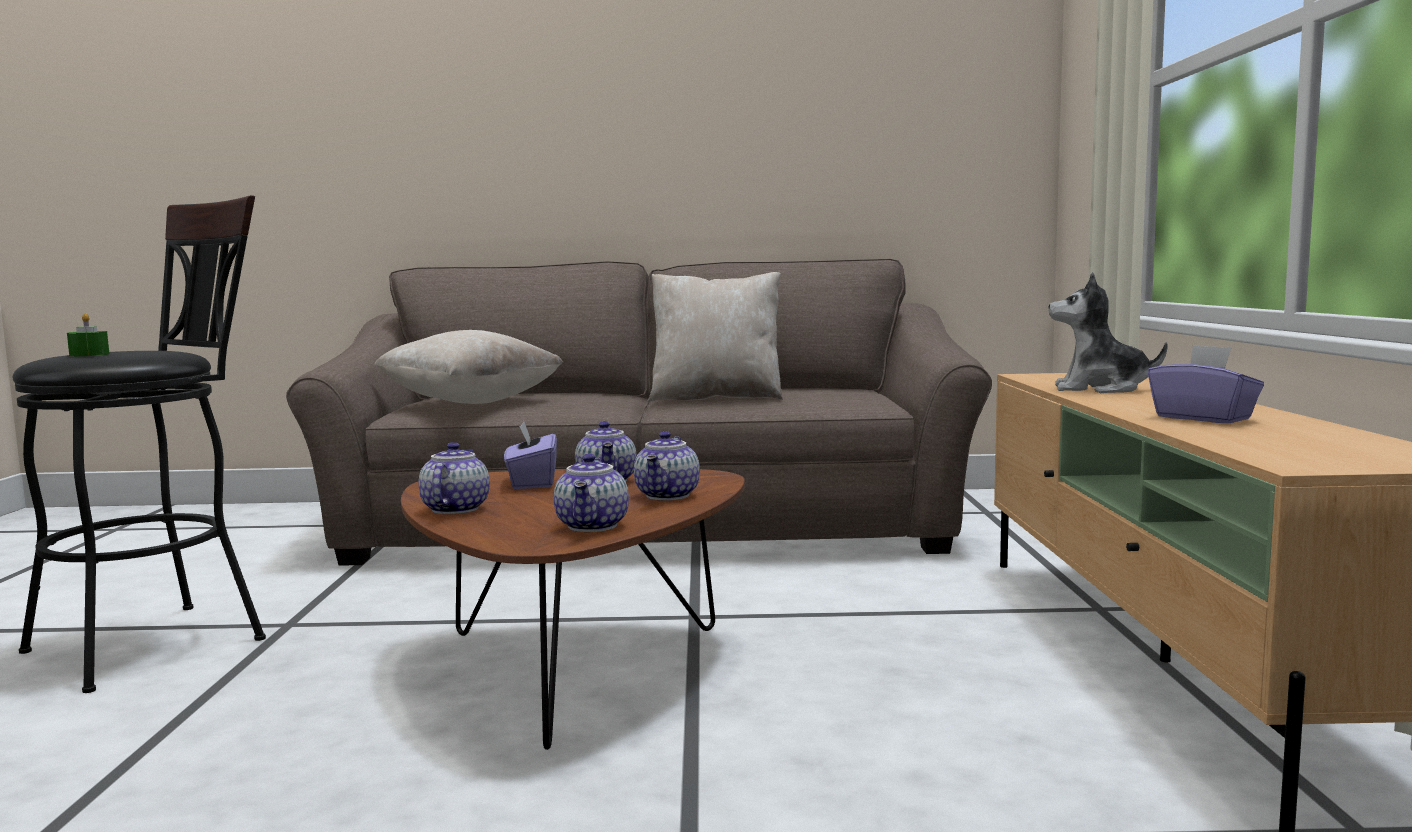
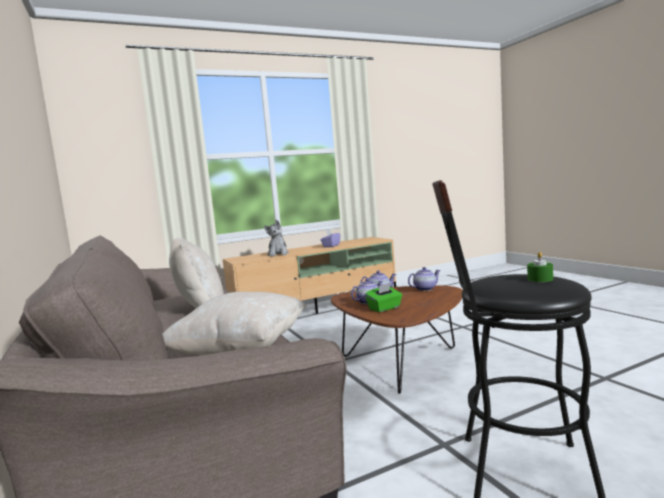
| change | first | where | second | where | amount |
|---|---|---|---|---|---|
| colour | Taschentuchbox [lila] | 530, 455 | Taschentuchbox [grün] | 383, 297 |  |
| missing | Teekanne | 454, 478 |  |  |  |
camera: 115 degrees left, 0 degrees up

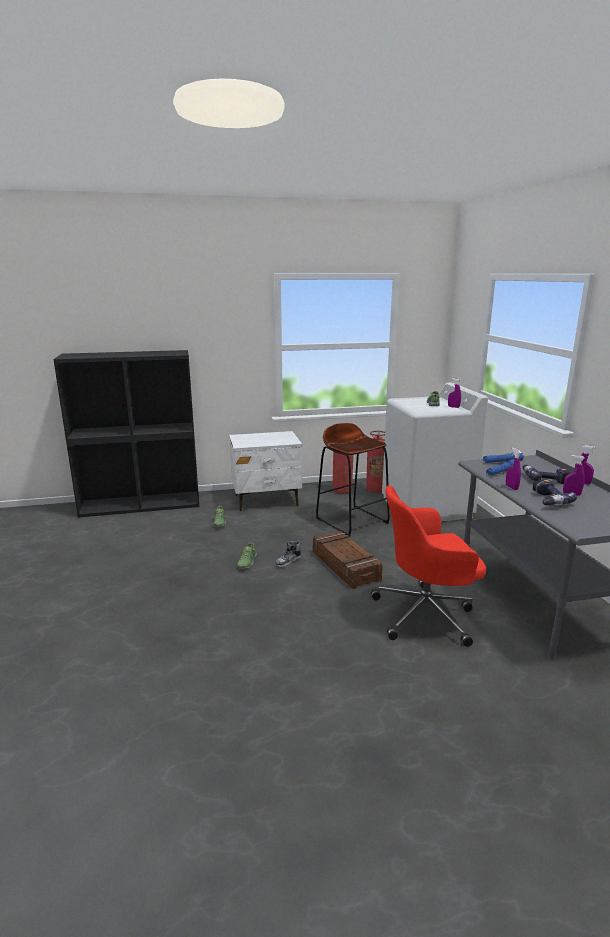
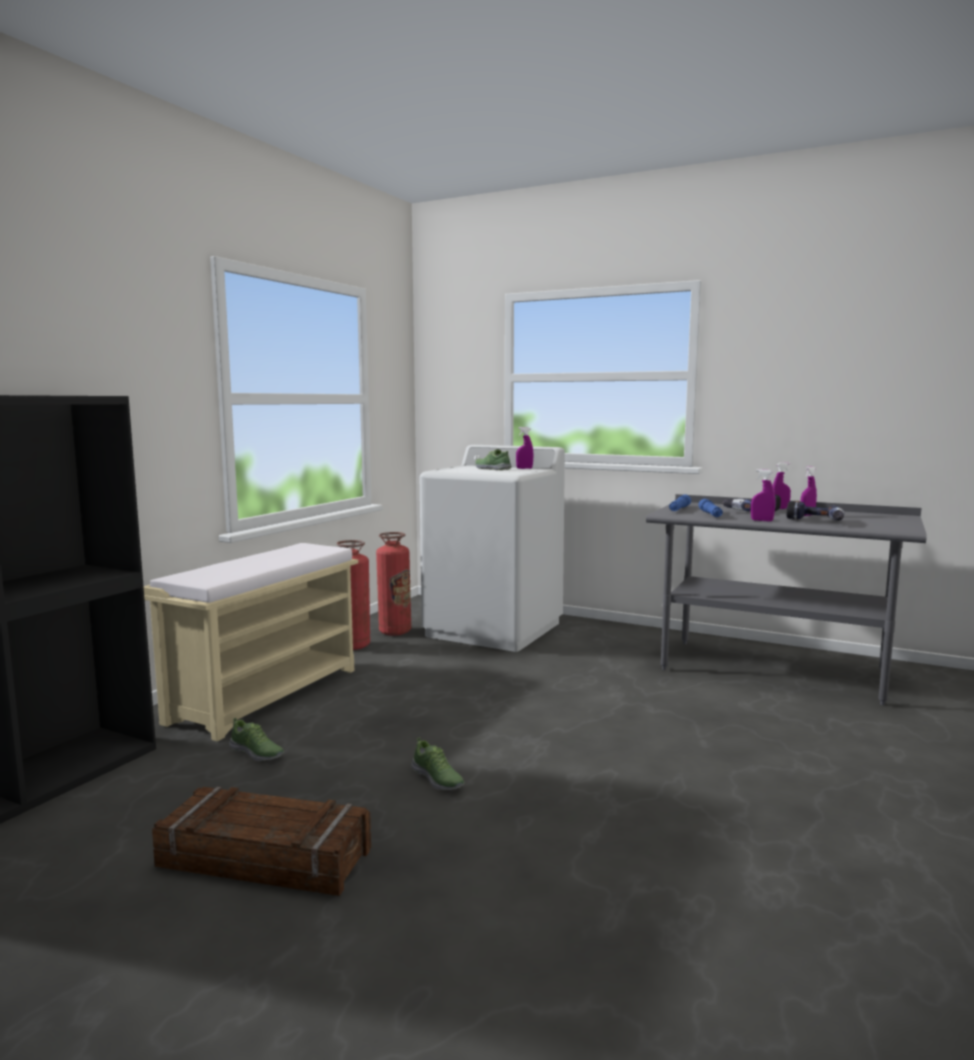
| change | first | where | second | where | amount |
|---|---|---|---|---|---|
| missing | Hocker [braun] | 353, 480 |  |  |  |
| exchanged | Nachttisch [weiß] | 265, 471 | Bank [beige] | 251, 642 |  |
| missing | Bürostuhl [rot] | 428, 566 |  |  |  |
| relocated | Kiste | 348, 560 |  | 261, 841 |  |
| missing | Schuh | 288, 554 |  |  |  |
camera: 50 degrees left, 10 degrees down

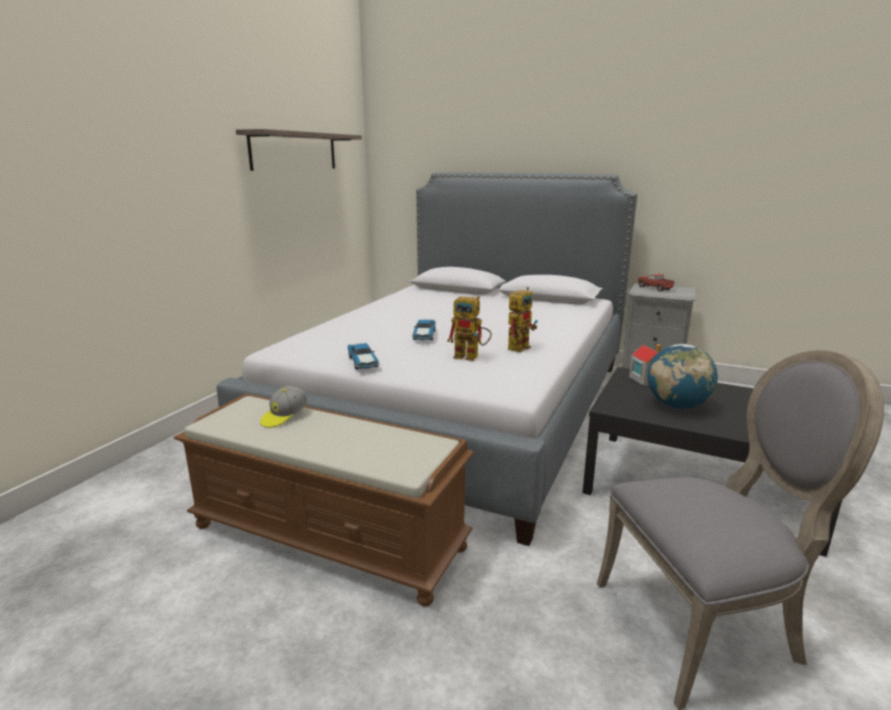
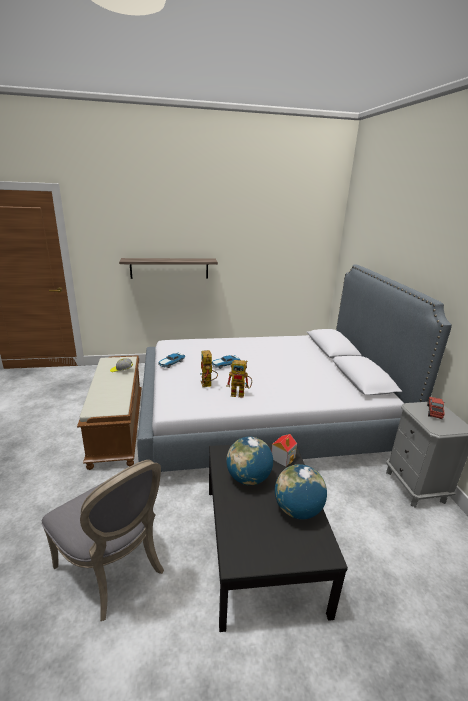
| change | first | where | second | where | amount |
|---|---|---|---|---|---|
| relocated | Wandregal | 299, 150 |  | 168, 268 |  |
| appeared |  |  | Globus | 301, 492 |  |
camera: 55 degrees right, 5 degrees up

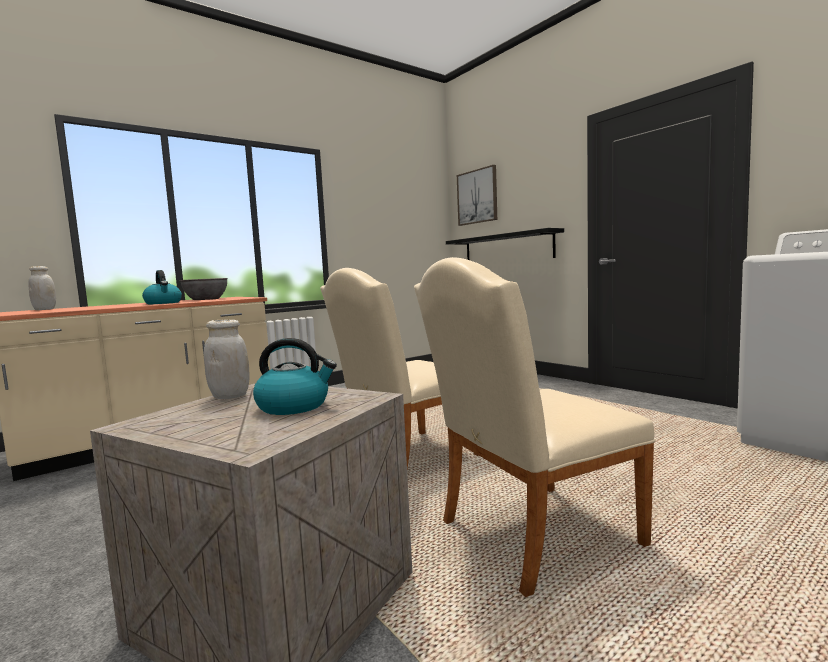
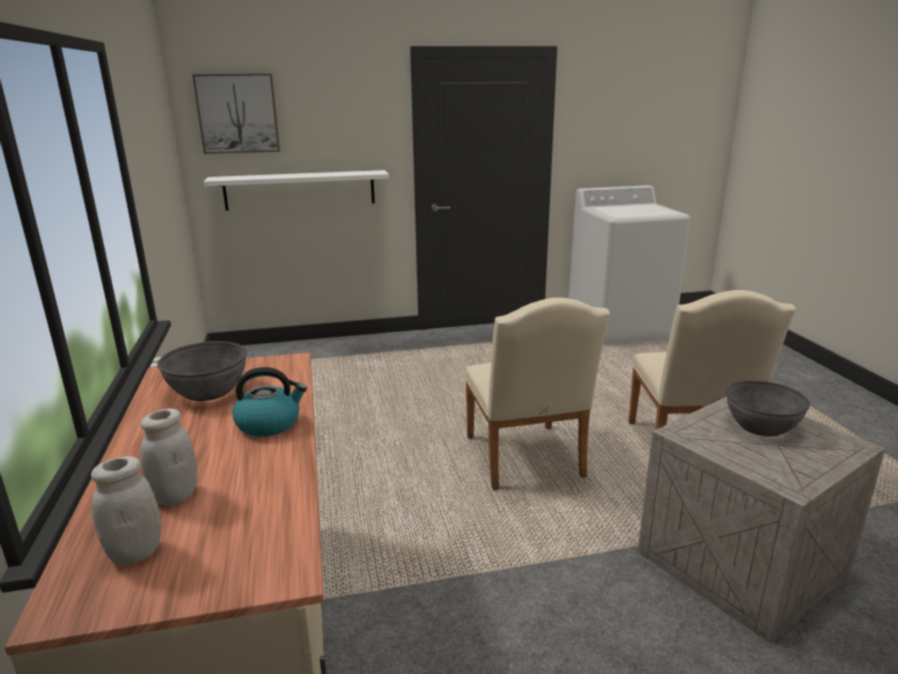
| change | first | where | second | where | amount |
|---|---|---|---|---|---|
| colour | Wandregal [schwarz] | 505, 244 | Wandregal [weiß] | 296, 190 |  |
| relocated | Vorratsglas [weiß] | 226, 359 |  | 169, 457 |  |
| exchanged | Wasserkessel | 295, 376 | Schüssel [grau] | 768, 408 |  |
camera: 65 degrees left, 15 degrees up

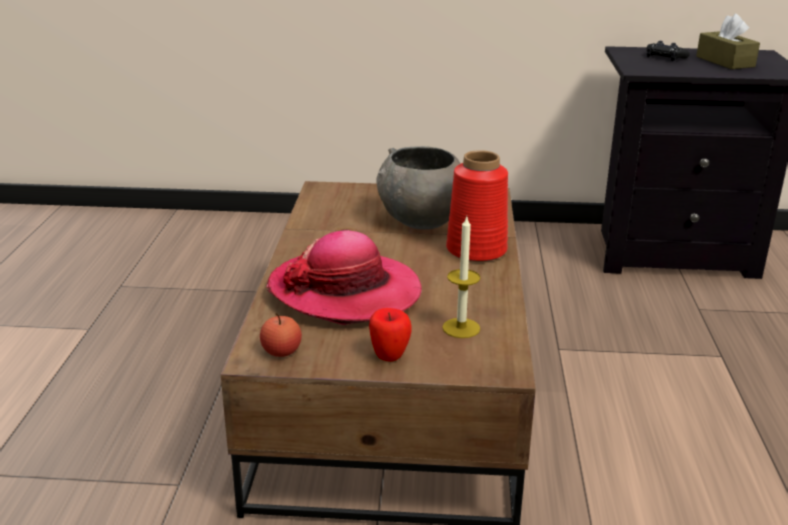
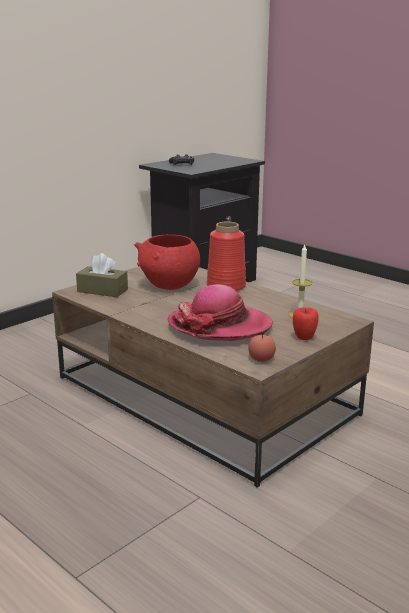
| change | first | where | second | where | amount |
|---|---|---|---|---|---|
| relocated | Taschentuchbox [braun] | 728, 41 |  | 102, 275 |  |
| colour | Schüssel [grau] | 418, 188 | Schüssel [rot] | 167, 262 |  |
camera: 50 degrees left, 5 degrees down

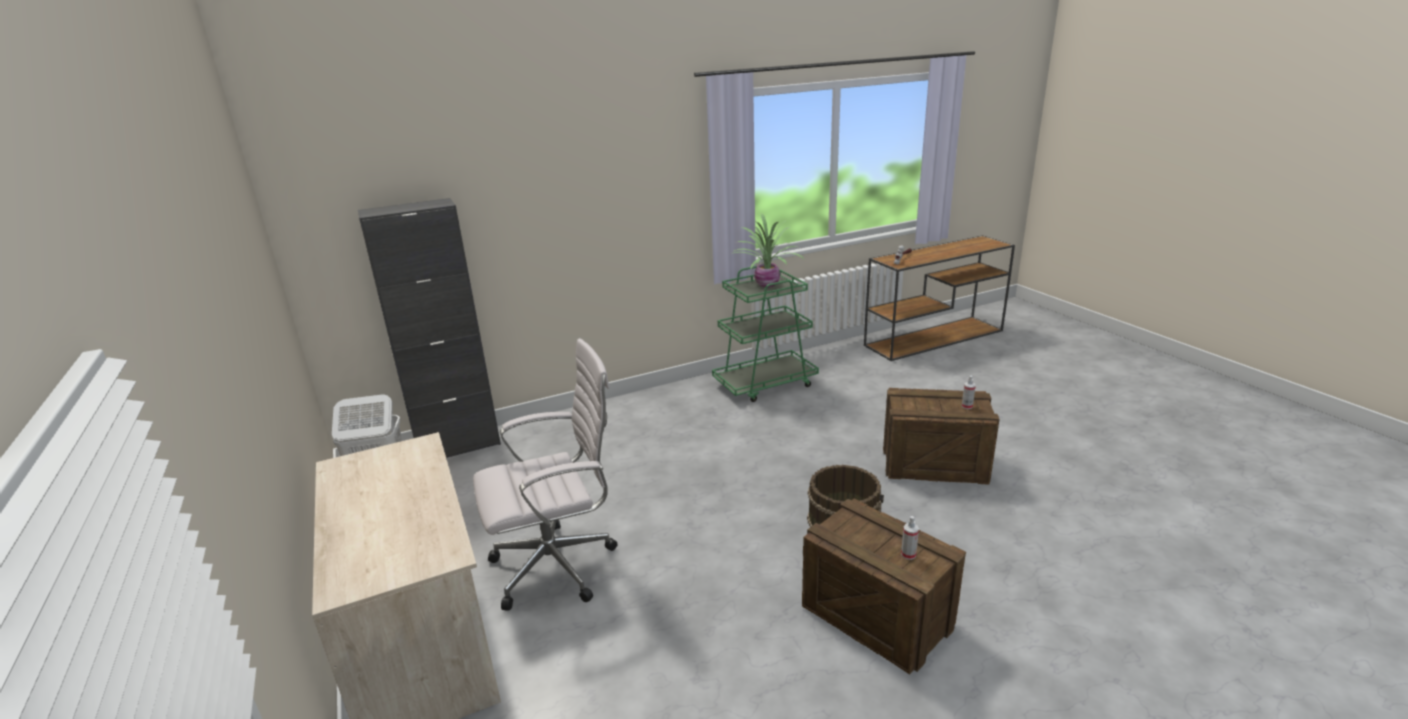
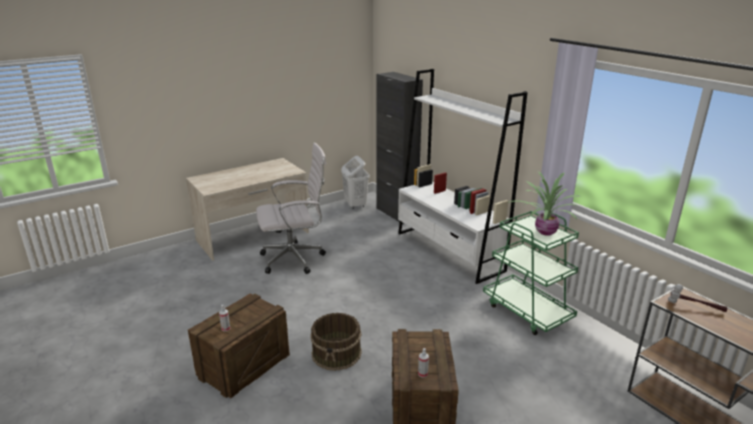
| change | first | where | second | where | amount |
|---|---|---|---|---|---|
| spun | Bürostuhl [weiß] | 545, 474 |  | 291, 208 | 75 degrees counterclockwise |
| appeared |  |  | Bücherregal [weiß] | 463, 176 |  |
camera: 80 degrees right, 0 degrees up

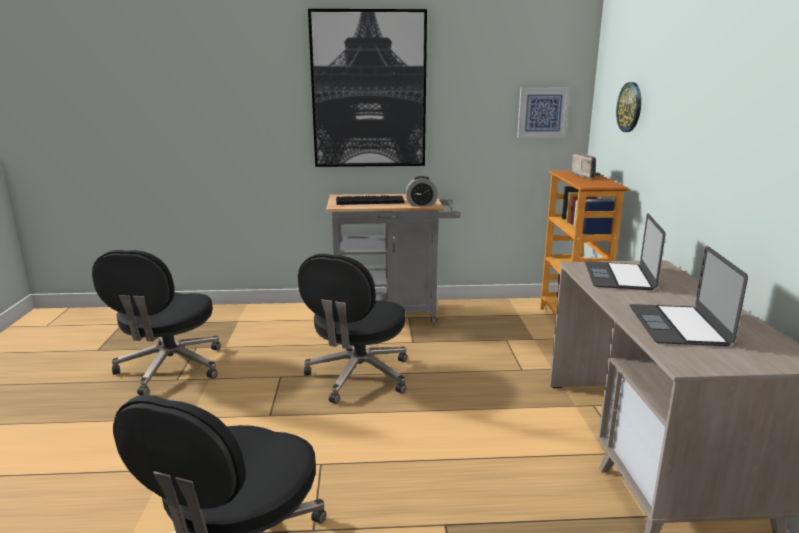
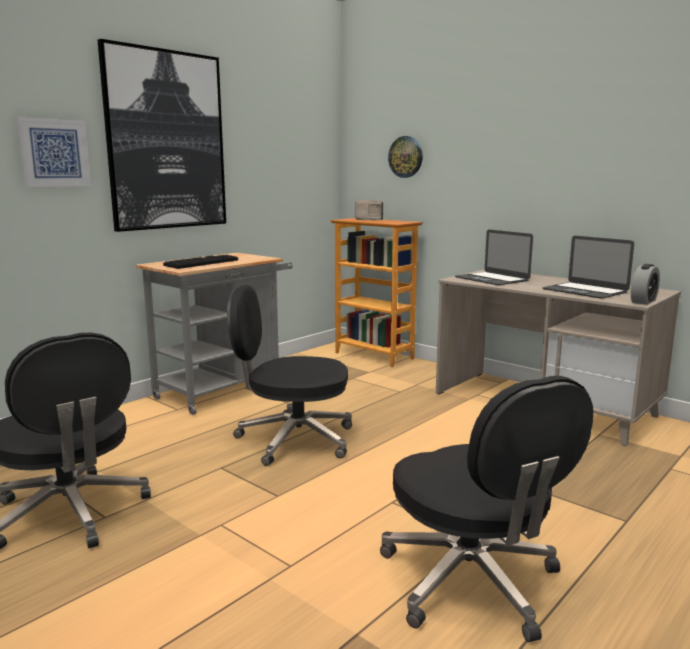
| change | first | where | second | where | amount |
|---|---|---|---|---|---|
| relocated | Bild | 543, 112 |  | 53, 152 |  |
| relocated | Wecker | 422, 191 |  | 645, 284 |  |
| spun | Bürostuhl [schwarz] | 352, 329 |  | 289, 375 | 120 degrees clockwise |
camera: 45 degrees left, 5 degrees down

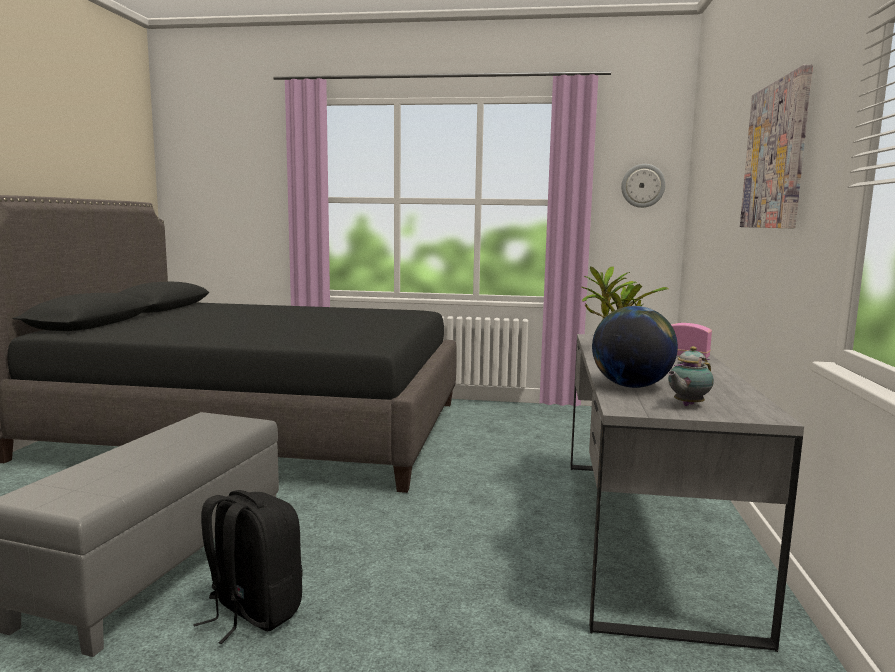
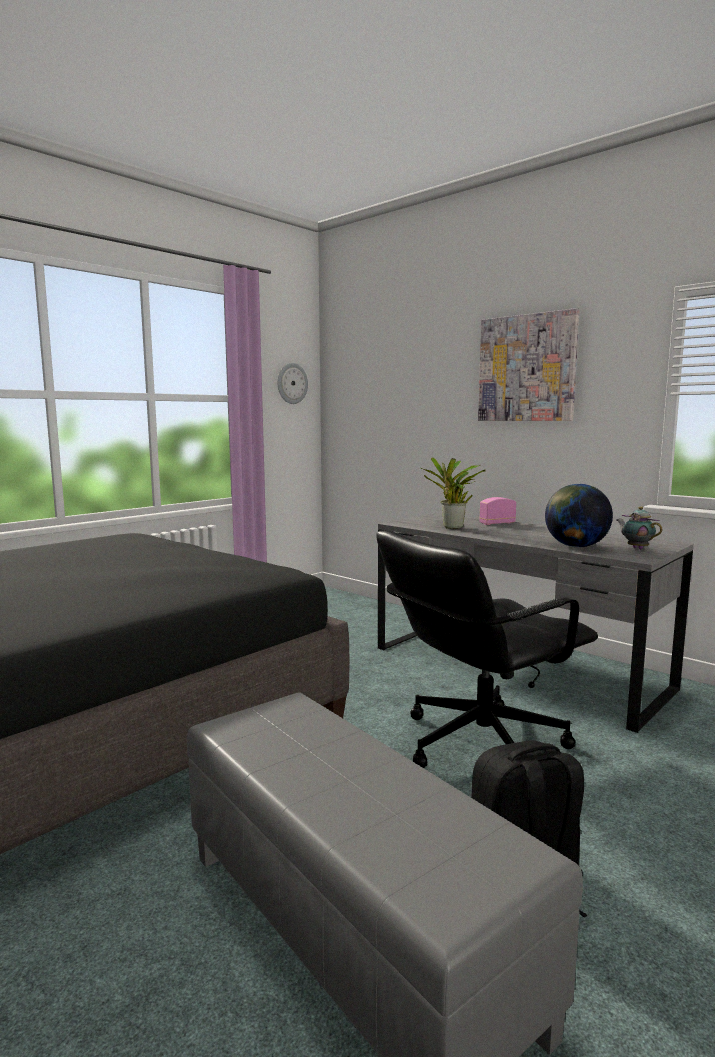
| change | first | where | second | where | amount |
|---|---|---|---|---|---|
| spun | Teekanne | 691, 376 |  | 639, 527 | 150 degrees clockwise |
| appeared |  |  | Bürostuhl [schwarz] | 487, 649 |  |
camera: 55 degrees left, 0 degrees up

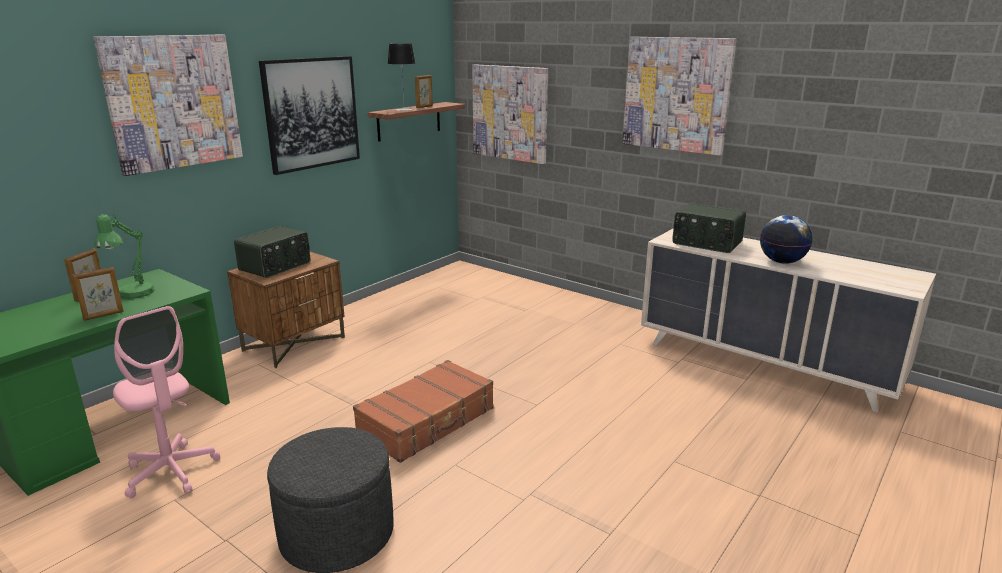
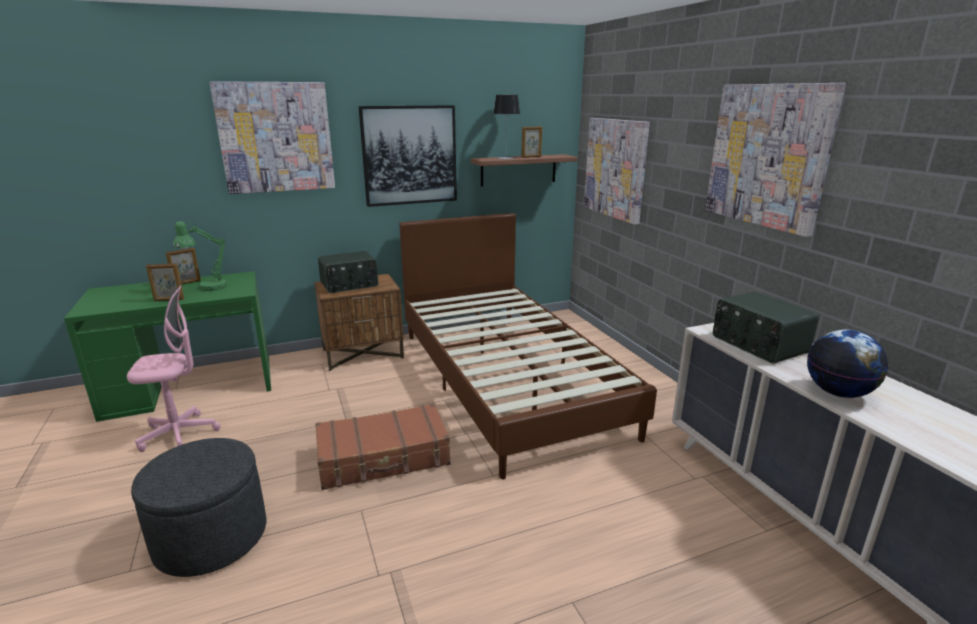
| change | first | where | second | where | amount |
|---|---|---|---|---|---|
| spun | Bürostuhl [rosa] | 166, 402 |  | 174, 369 | 90 degrees counterclockwise |
| appeared |  |  | Bett [braun] | 528, 346 |  |
camera: 30 degrees right, 0 degrees up

